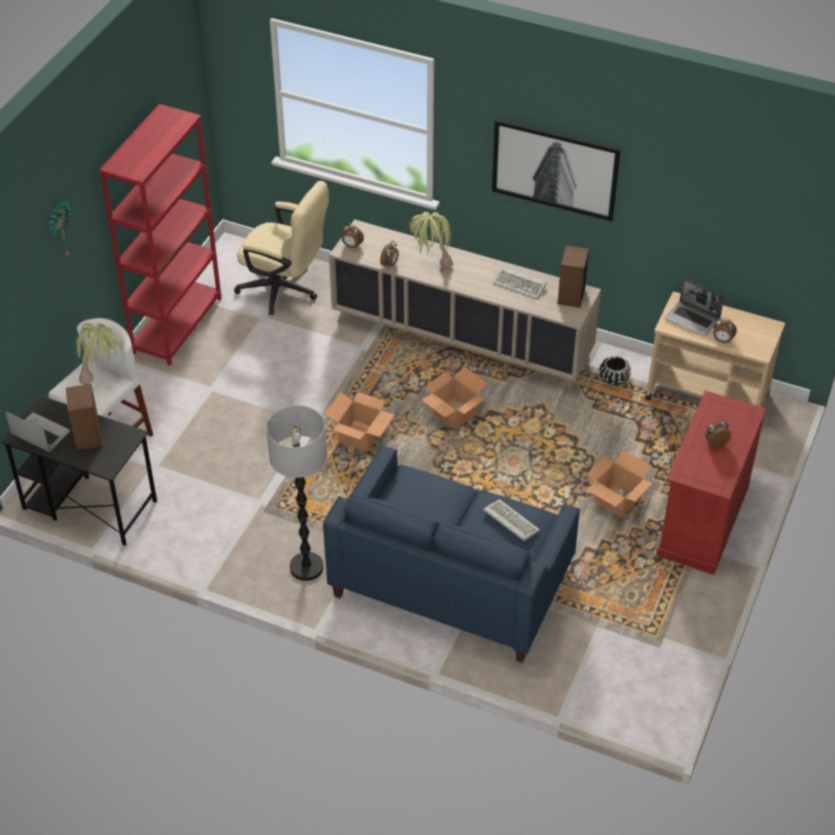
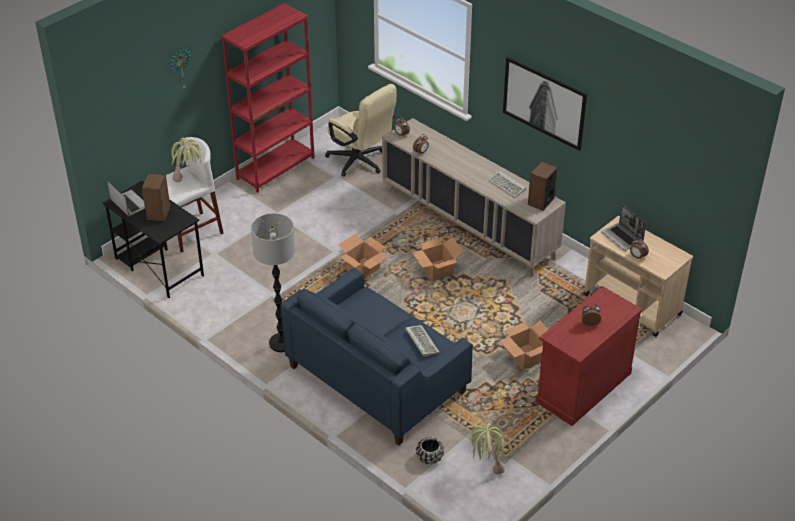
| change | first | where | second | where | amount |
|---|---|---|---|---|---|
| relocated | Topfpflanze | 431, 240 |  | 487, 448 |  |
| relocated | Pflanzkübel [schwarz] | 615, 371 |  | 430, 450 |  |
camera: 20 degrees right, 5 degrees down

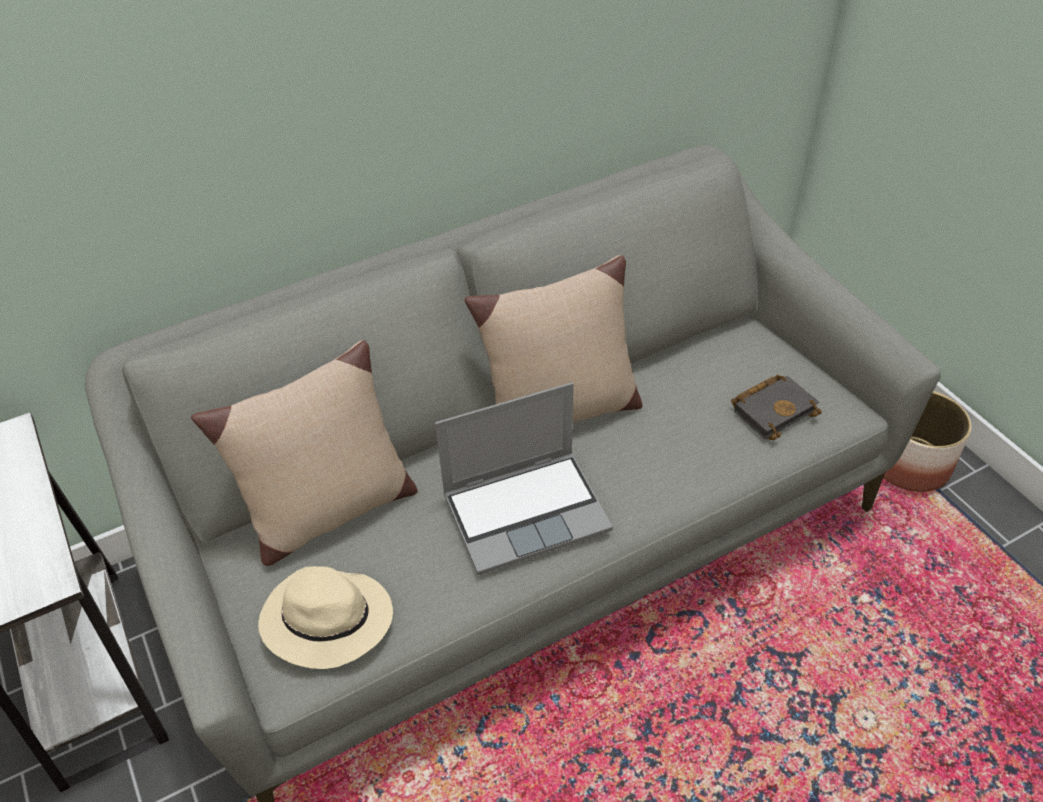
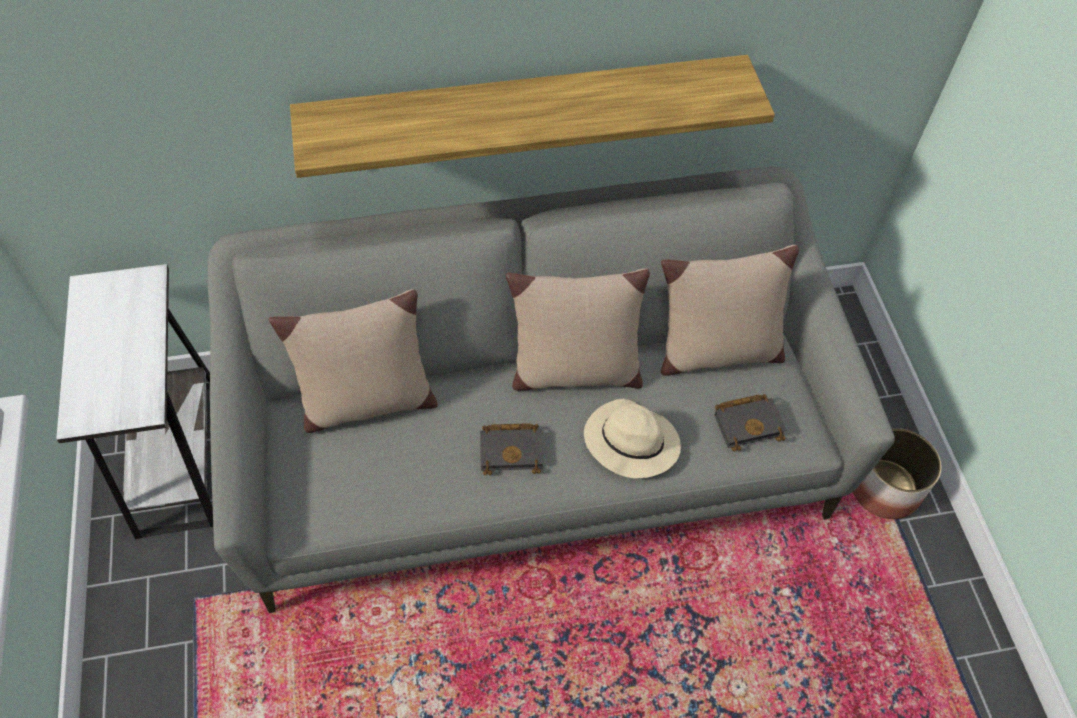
| change | first | where | second | where | amount |
|---|---|---|---|---|---|
| exchanged | Laptop | 524, 478 | Buch [schwarz] | 511, 449 |  |
| relocated | Hut [beige] | 325, 617 |  | 632, 438 |  |
| appeared |  |  | Wandregal | 532, 116 |  |
| appeared |  |  | Kissen [beige] | 730, 310 |  |
camera: 15 degrees right, 10 degrees up

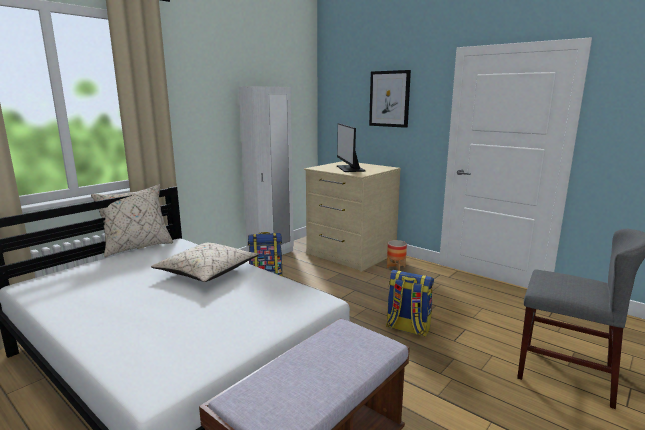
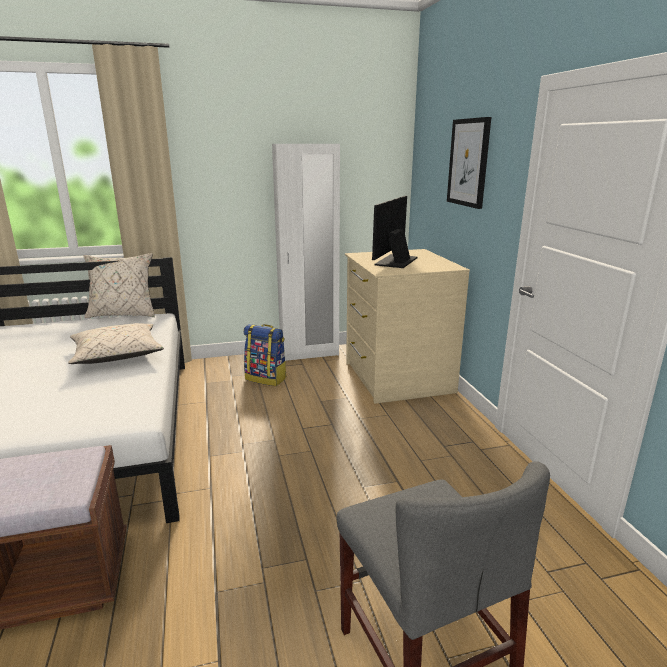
| change | first | where | second | where | amount |
|---|---|---|---|---|---|
| missing | Pflanzkübel | 397, 255 |  |  |  |
| missing | Rucksack | 410, 303 |  |  |  |
camera: 35 degrees right, 5 degrees up

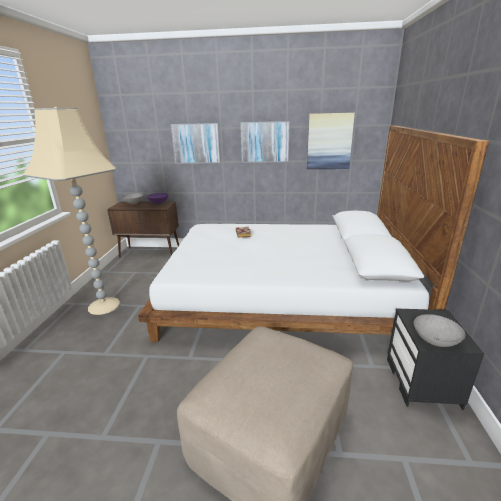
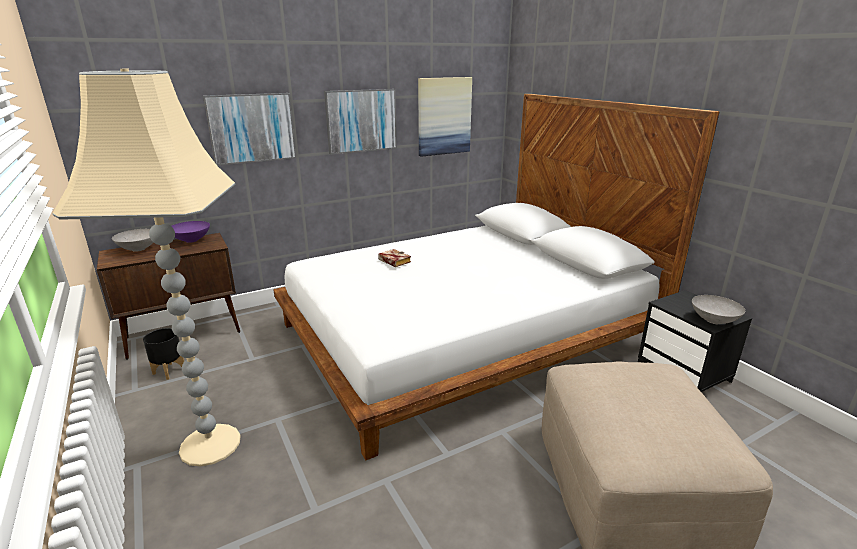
| change | first | where | second | where | amount |
|---|---|---|---|---|---|
| appeared |  |  | Pflanzkübel [schwarz] | 163, 354 |  |
camera: 35 degrees left, 0 degrees up

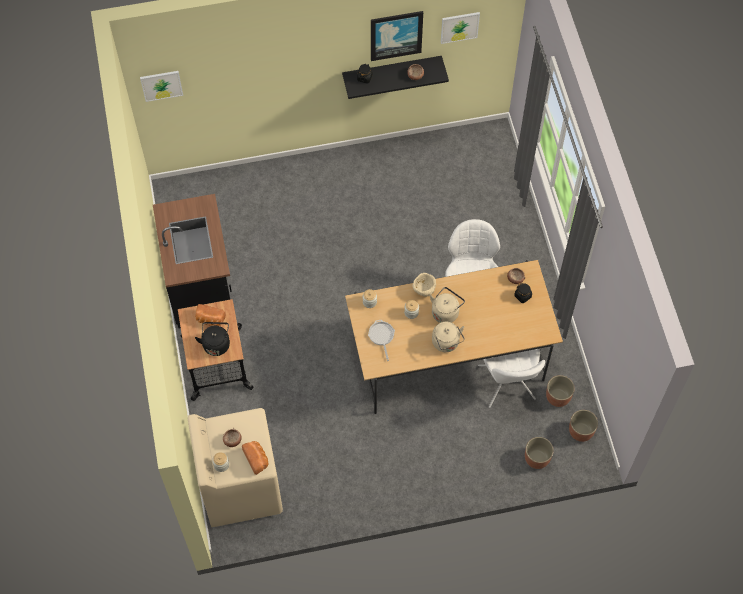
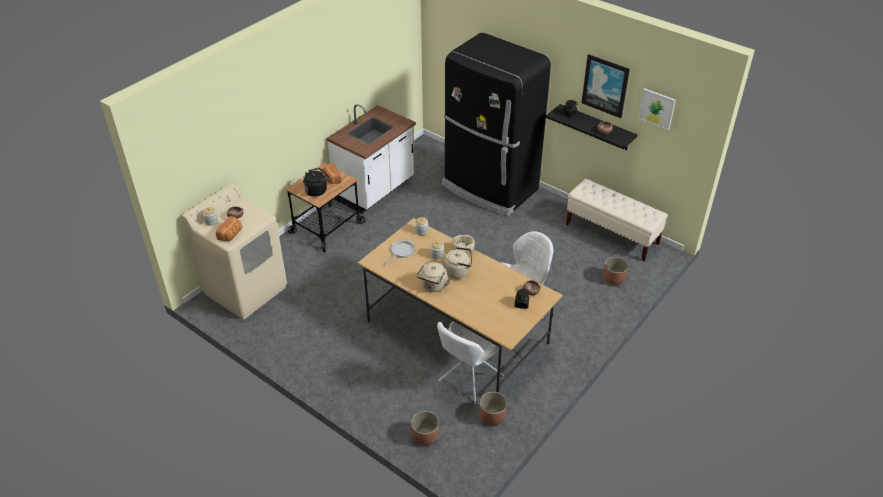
| change | first | where | second | where | amount |
|---|---|---|---|---|---|
| missing | Bild | 161, 86 |  |  |  |
| colour | Küchenzeile [schwarz] | 192, 261 | Küchenzeile [weiß] | 371, 158 |  |
| relocated | Pflanzkübel | 583, 426 |  | 615, 271 |  |
| appeared |  |  | Kühlschrank [schwarz] | 496, 124 |  |
| appeared |  |  | Bank [beige] | 617, 220 |  |
camera: 50 degrees right, 20 degrees down

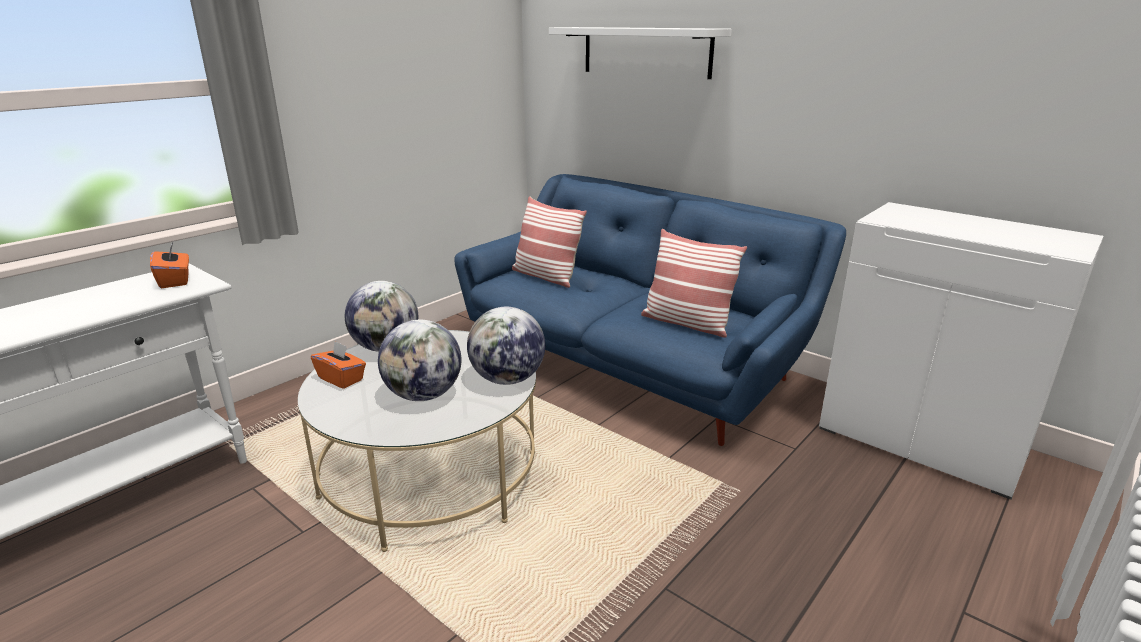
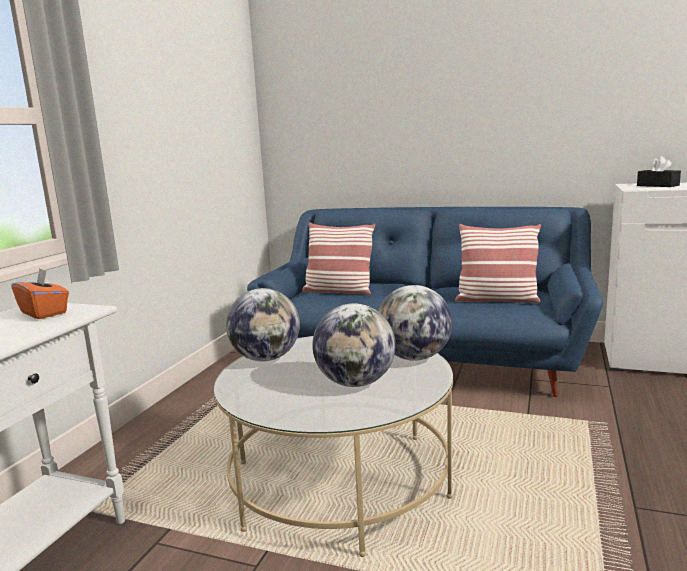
| change | first | where | second | where | amount |
|---|---|---|---|---|---|
| missing | Wandregal [weiß] | 640, 53 |  |  |  |
| missing | Taschentuchbox [orange] | 338, 365 |  |  |  |
| appeared |  |  | Taschentuchbox [schwarz] | 659, 171 |  |
camera: 20 degrees left, 10 degrees down

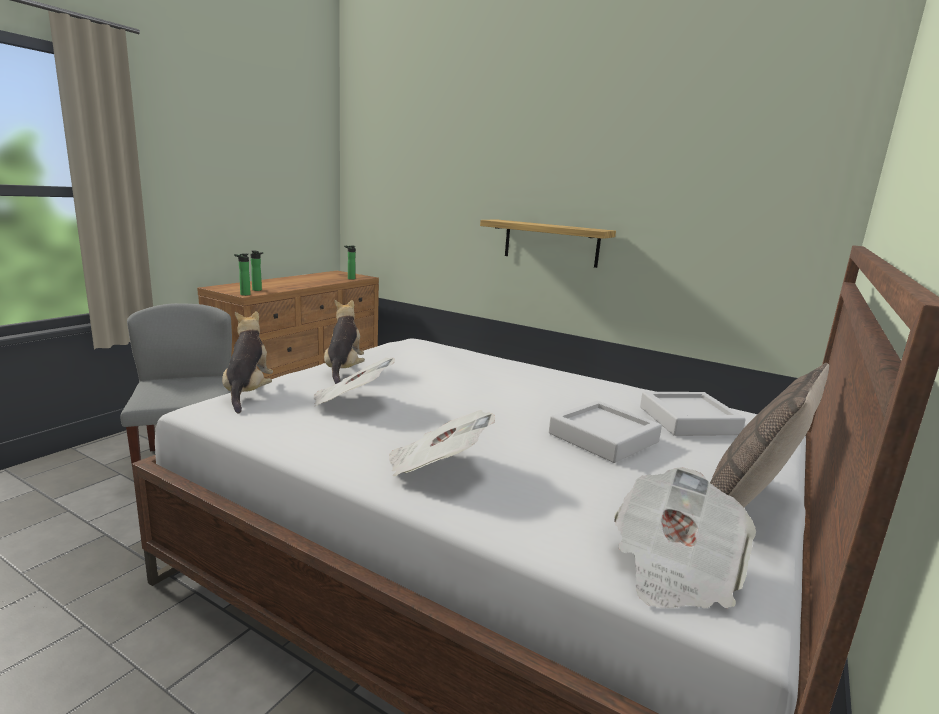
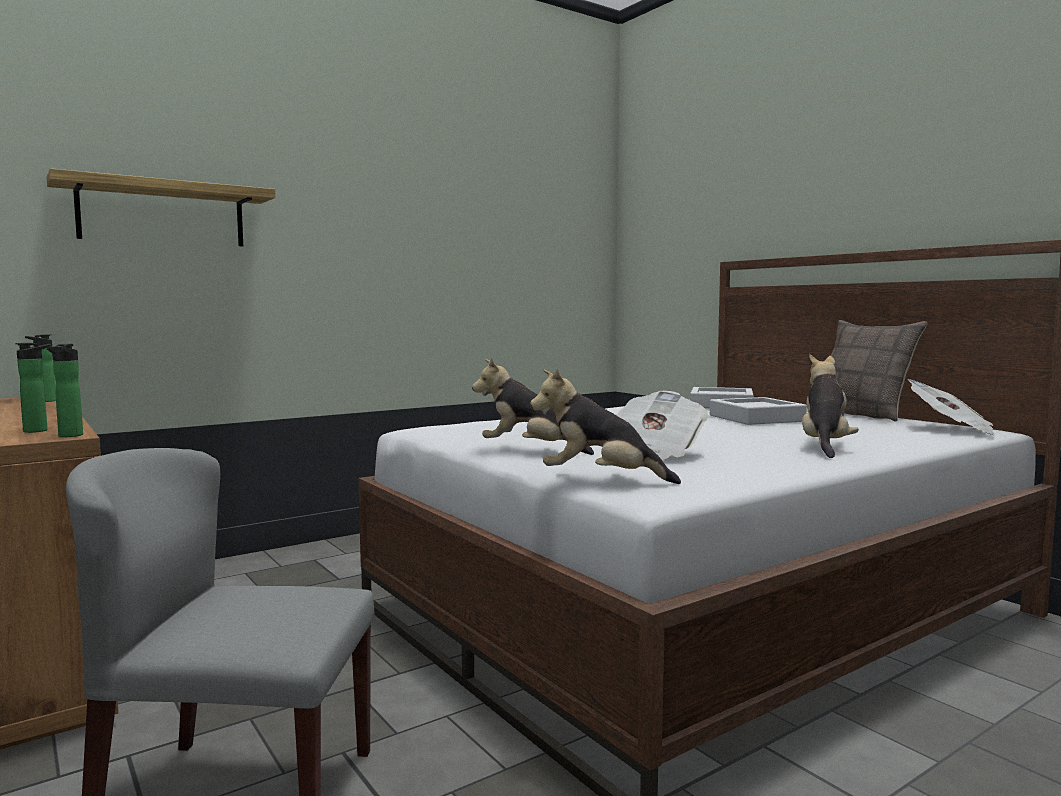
| change | first | where | second | where | amount |
|---|---|---|---|---|---|
| relocated | Wandregal | 548, 243 |  | 160, 207 |  |
| exchanged | Zeitung | 442, 443 | Plüschtier | 830, 406 |  |
camera: 65 degrees left, 10 degrees down

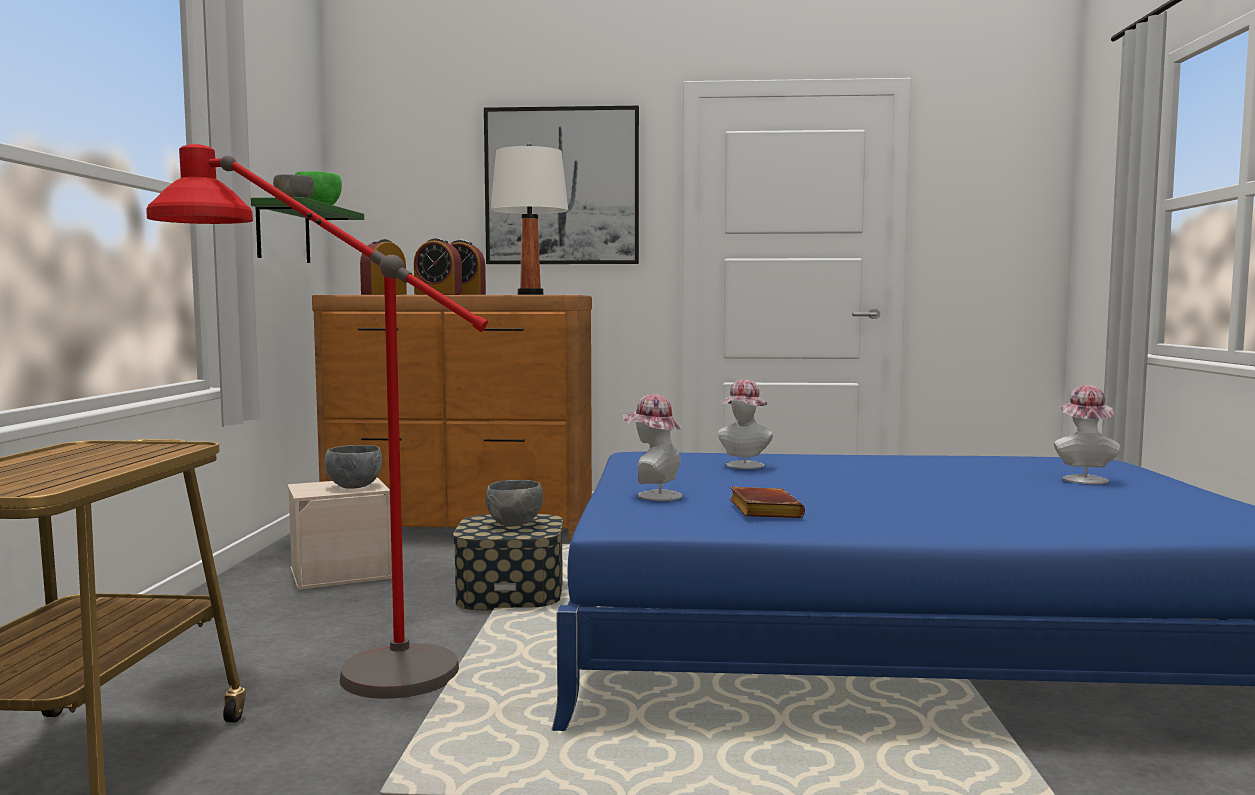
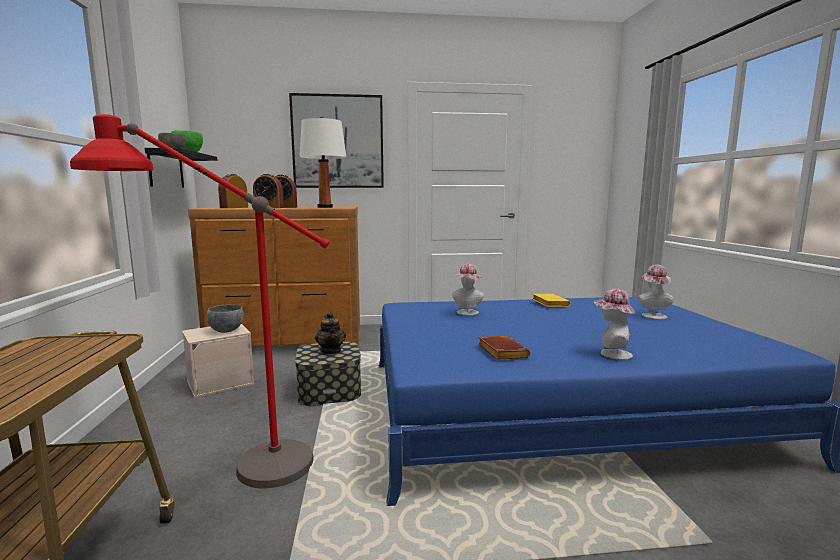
| change | first | where | second | where | amount |
|---|---|---|---|---|---|
| colour | Wandregal [grün] | 307, 230 | Wandregal [schwarz] | 181, 167 |  |
| relocated | Hut | 653, 447 |  | 614, 324 |  |
| exchanged | Schüssel [grau] | 514, 503 | Teekanne | 330, 333 |  |
| appeared |  |  | Buch [gelb] | 552, 300 |  |
camera: 10 degrees left, 5 degrees up

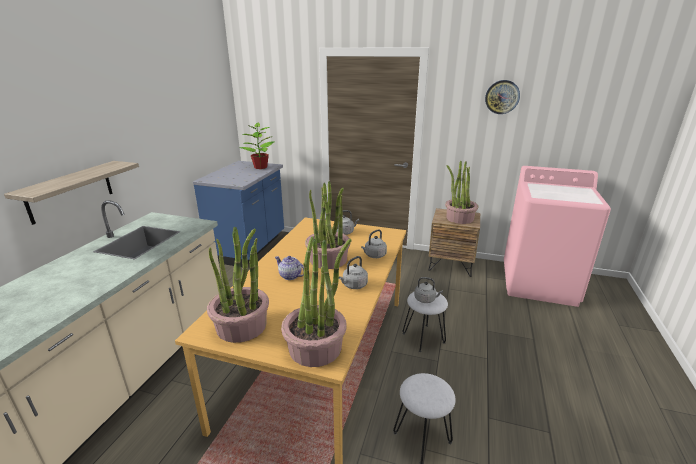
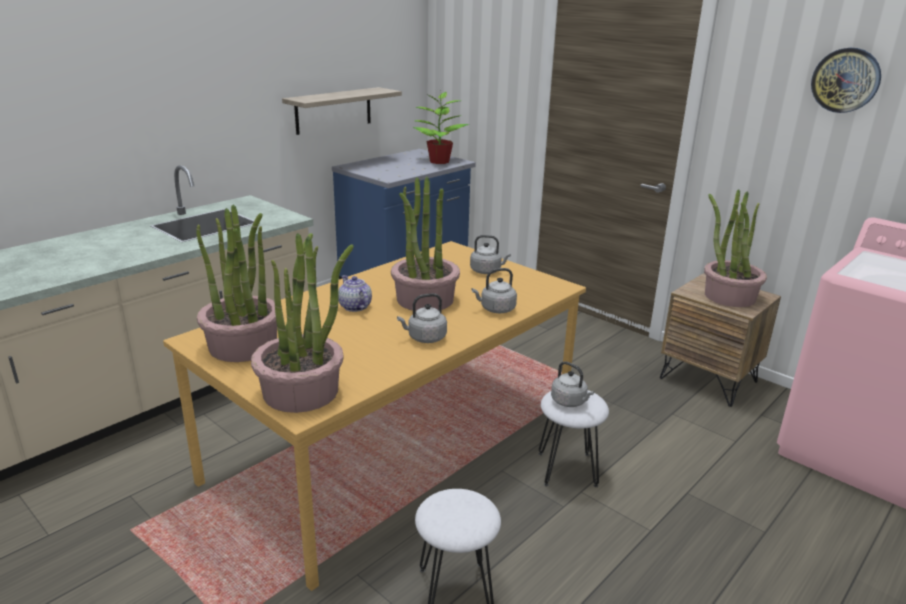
| change | first | where | second | where | amount |
|---|---|---|---|---|---|
| relocated | Wandregal | 71, 193 |  | 342, 111 |  |
camera: 25 degrees right, 0 degrees up

